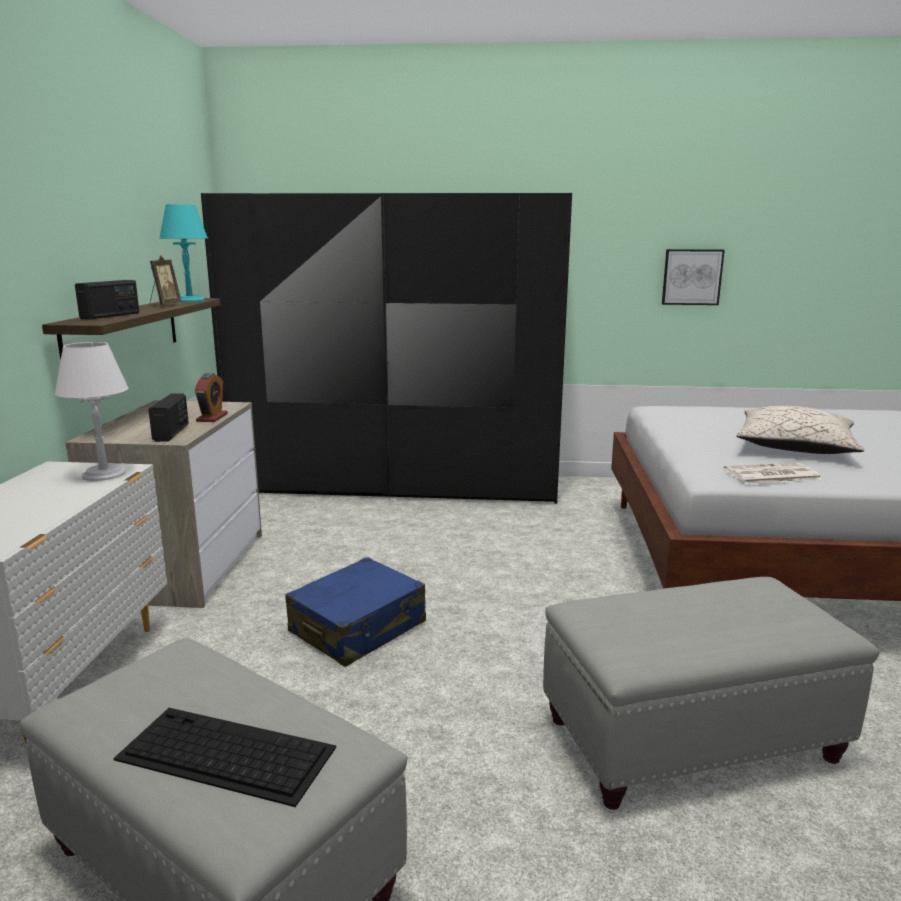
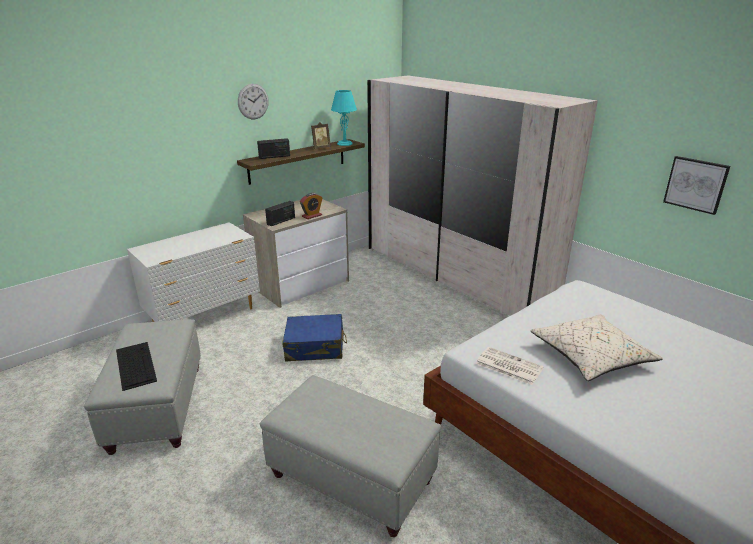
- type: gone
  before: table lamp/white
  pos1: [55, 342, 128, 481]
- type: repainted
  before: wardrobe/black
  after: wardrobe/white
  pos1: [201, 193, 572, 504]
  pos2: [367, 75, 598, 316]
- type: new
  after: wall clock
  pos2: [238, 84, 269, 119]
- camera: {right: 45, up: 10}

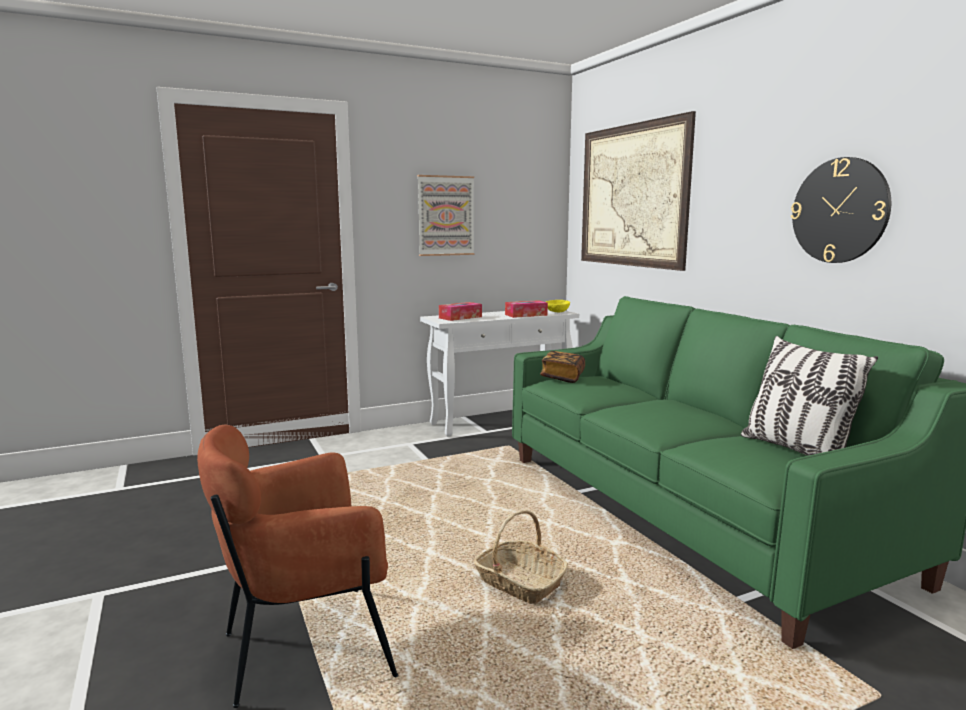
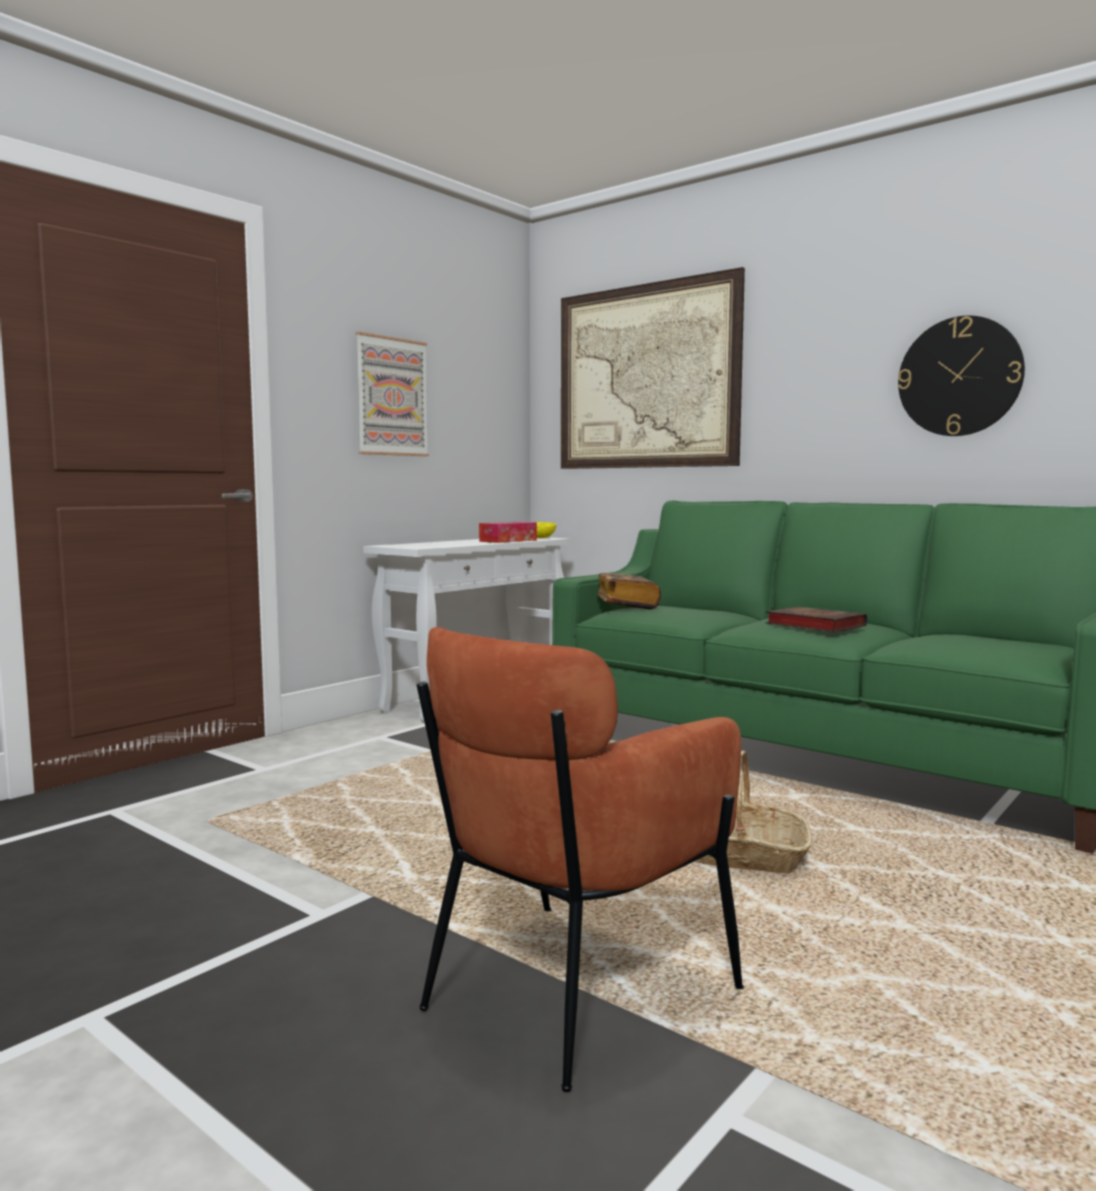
- type: gone
  before: tissue box
  pos1: [439, 302, 482, 321]
- type: gone
  before: pillow
  pos1: [741, 336, 878, 456]
- type: new
  after: book
  pos2: [766, 607, 867, 632]
- camera: {right: -25, up: -5}

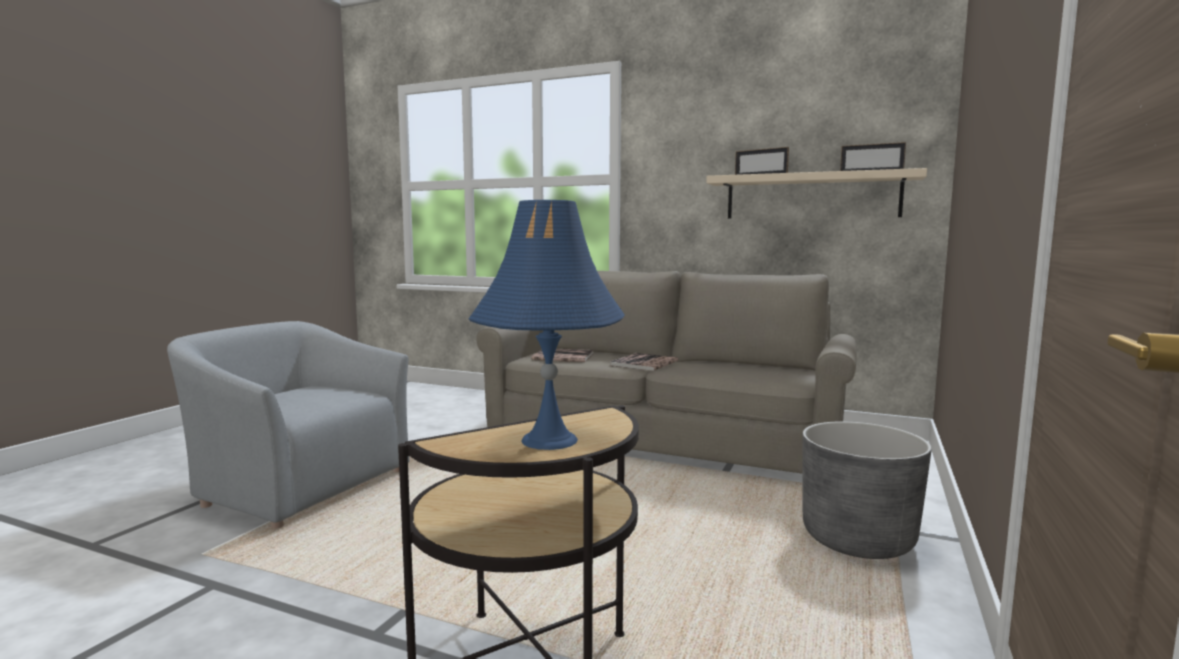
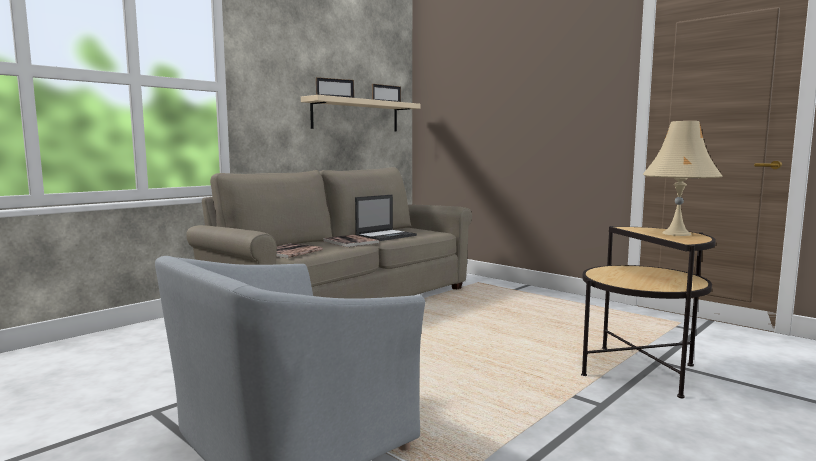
- type: repainted
  before: table lamp/blue
  after: table lamp/beige
  pos1: [469, 200, 625, 450]
  pos2: [643, 121, 722, 236]
- type: gone
  before: planter/grey
  pos1: [802, 421, 932, 559]
- type: new
  after: laptop
  pos2: [355, 195, 417, 241]
- camera: {right: -70, up: 0}

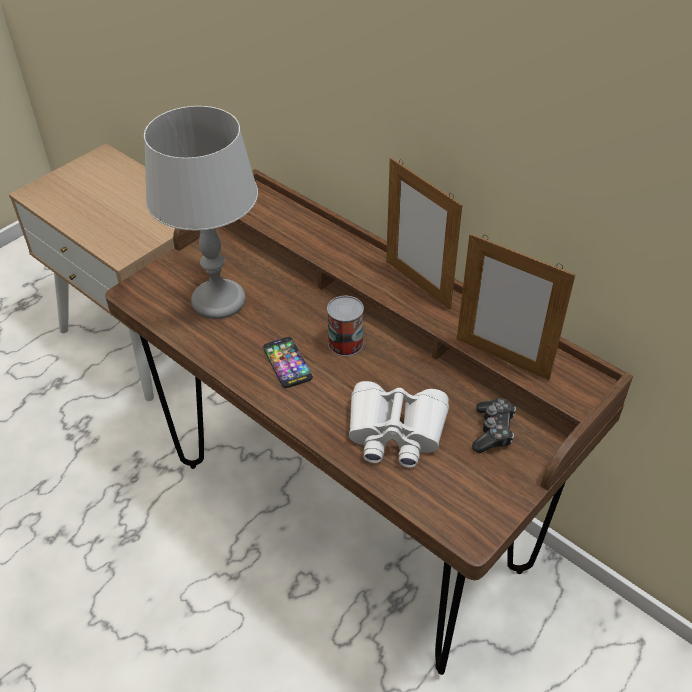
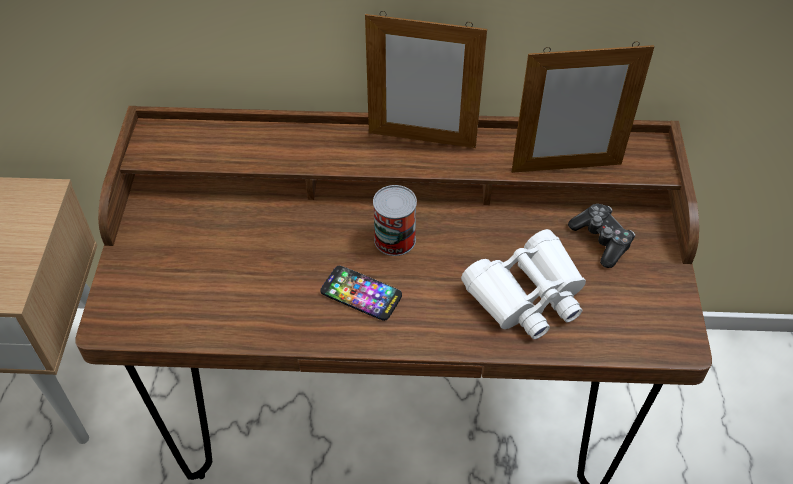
- type: gone
  before: table lamp/grey
  pos1: [144, 106, 258, 319]
- camera: {right: -40, up: 5}

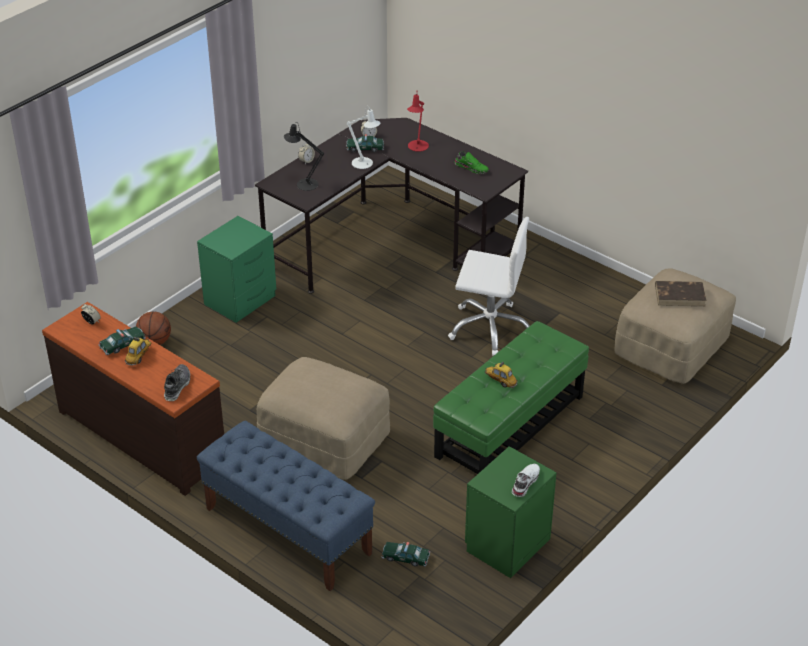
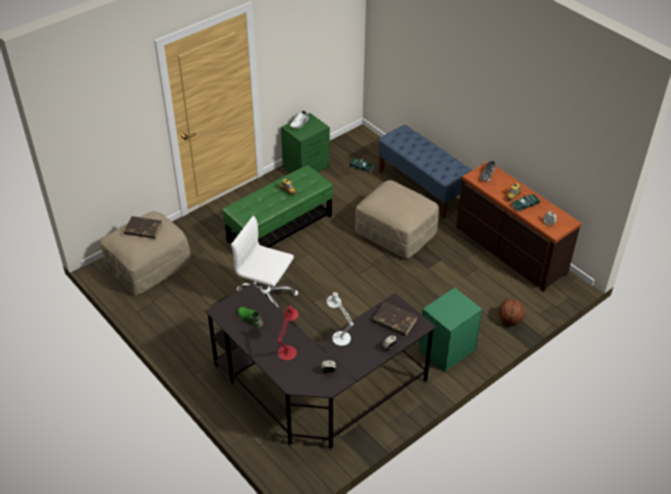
- type: swapped
  before: table lamp/black
  after: book/brown
  pos1: [284, 122, 324, 191]
  pos2: [372, 302, 417, 336]
- type: gone
  before: toy car
  pos1: [346, 134, 384, 152]
- camera: {right: -170, up: 5}

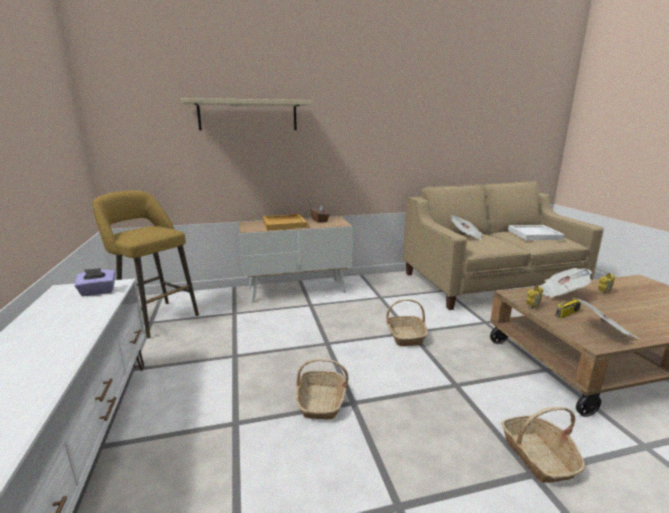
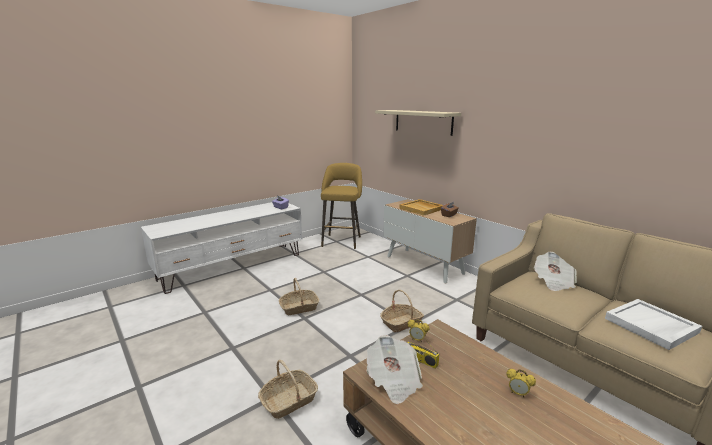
- type: gone
  before: newspaper
  pos1: [533, 268, 593, 298]
- camera: {right: 65, up: 0}

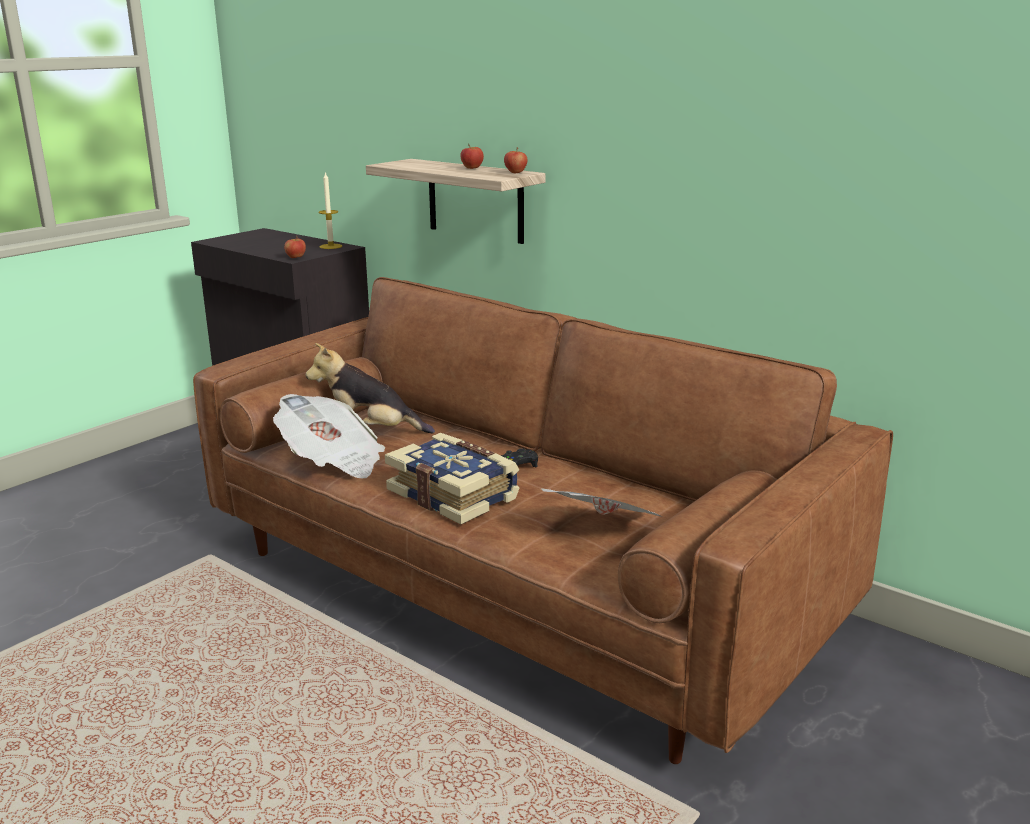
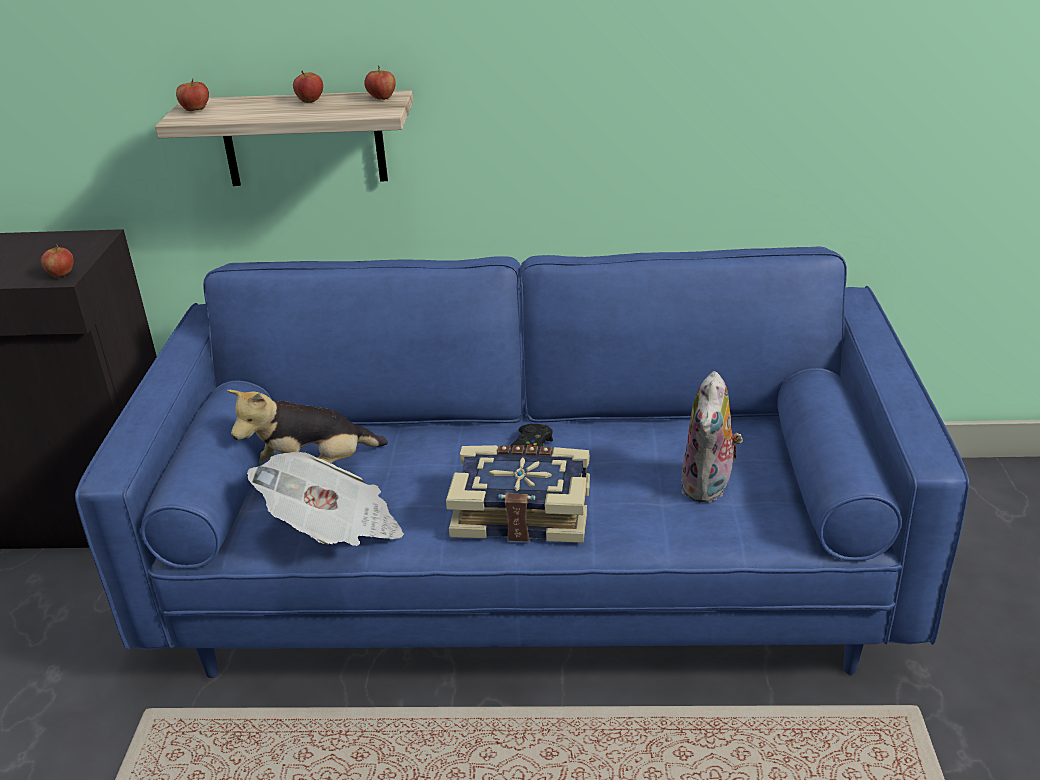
- type: repainted
  before: sofa/brown
  after: sofa/blue
  pos1: [193, 277, 893, 764]
  pos2: [75, 247, 969, 678]
- type: gone
  before: candle
  pos1: [319, 172, 342, 249]
- type: swapped
  before: newspaper
  after: plush toy
  pos1: [541, 488, 663, 517]
  pos2: [681, 371, 743, 503]
- type: new
  after: apple
  pos2: [176, 78, 209, 111]
- camera: {right: -35, up: 10}

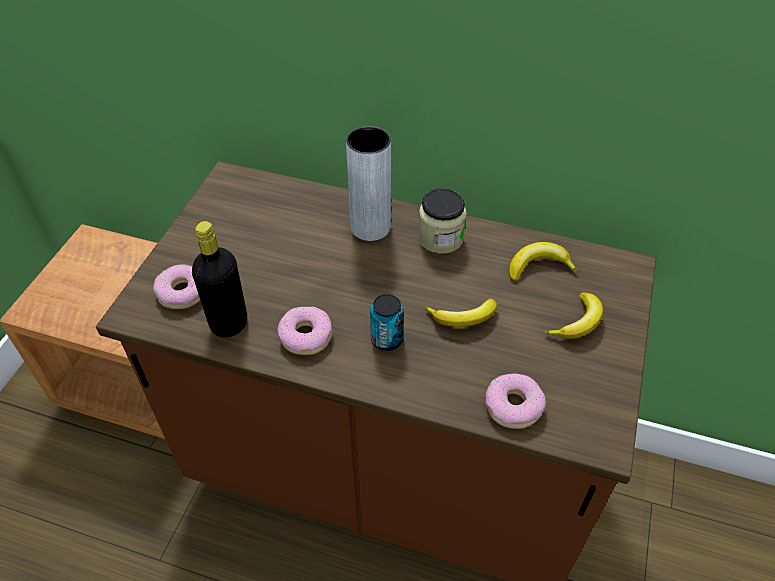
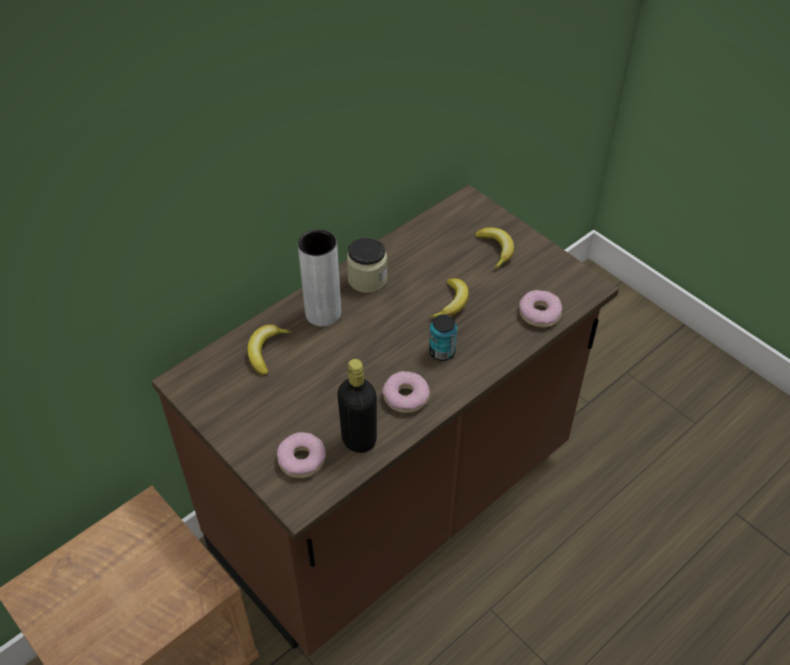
- type: shifted
  before: banana
  pos1: [509, 242, 578, 282]
  pos2: [247, 324, 292, 376]
- camera: {right: -60, up: 0}

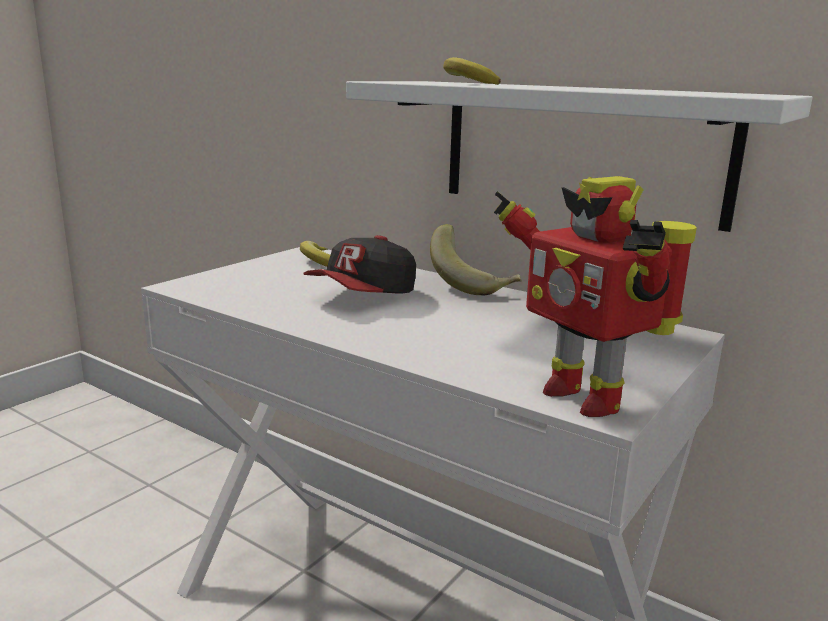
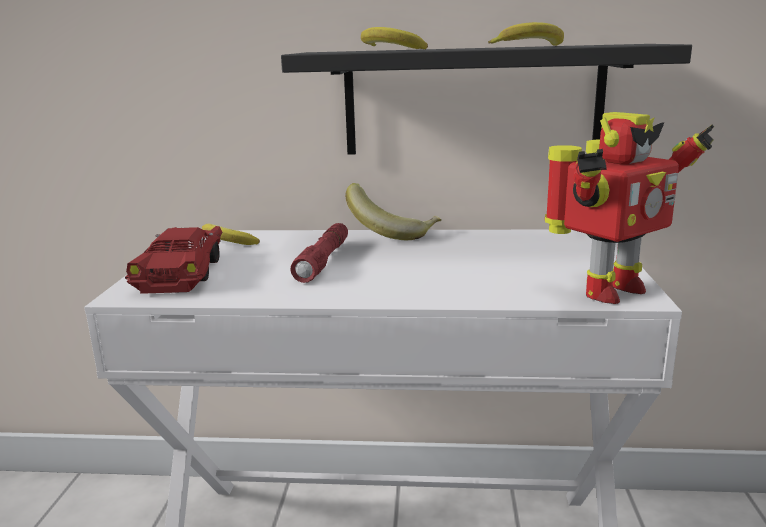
- type: swapped
  before: cap
  after: flashlight/red
  pos1: [303, 235, 416, 294]
  pos2: [290, 223, 348, 283]
- type: repainted
  before: shelf/white
  after: shelf/black
  pos1: [346, 81, 812, 232]
  pos2: [281, 44, 692, 155]
- type: rotated
  before: toy robot
  pos1: [494, 176, 697, 417]
  pos2: [545, 112, 714, 304]
  turn: -60
- type: new
  after: toy car/red
  pos2: [125, 226, 222, 294]
- type: new
  after: banana
  pos2: [488, 22, 564, 46]
- camera: {right: -30, up: 0}

